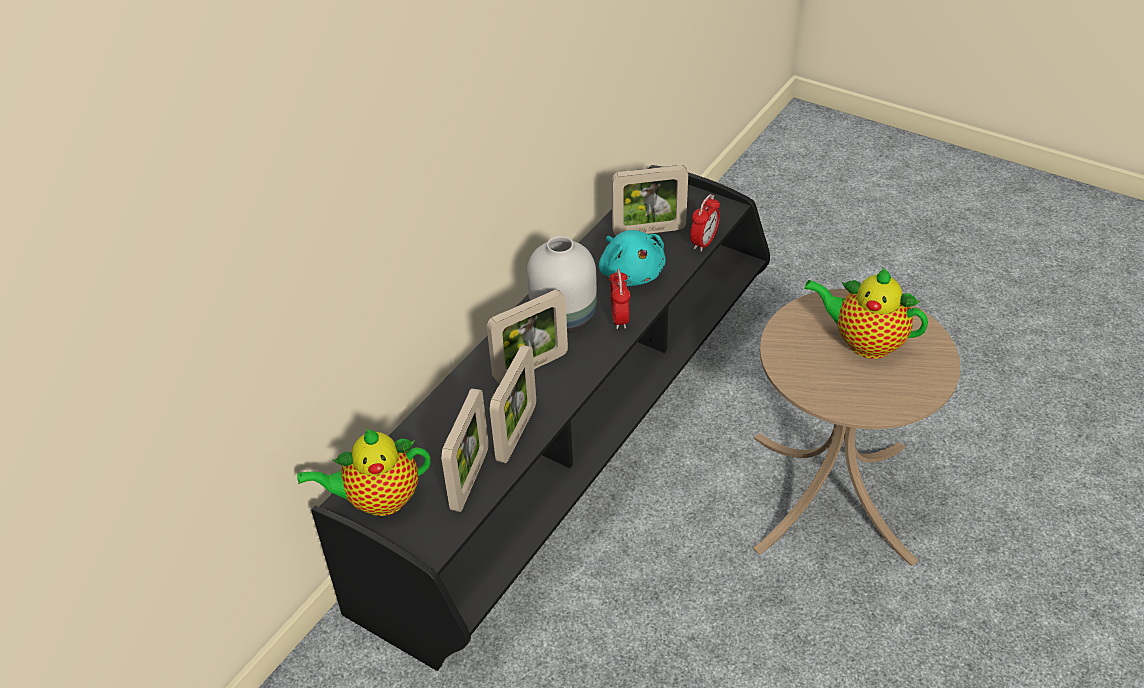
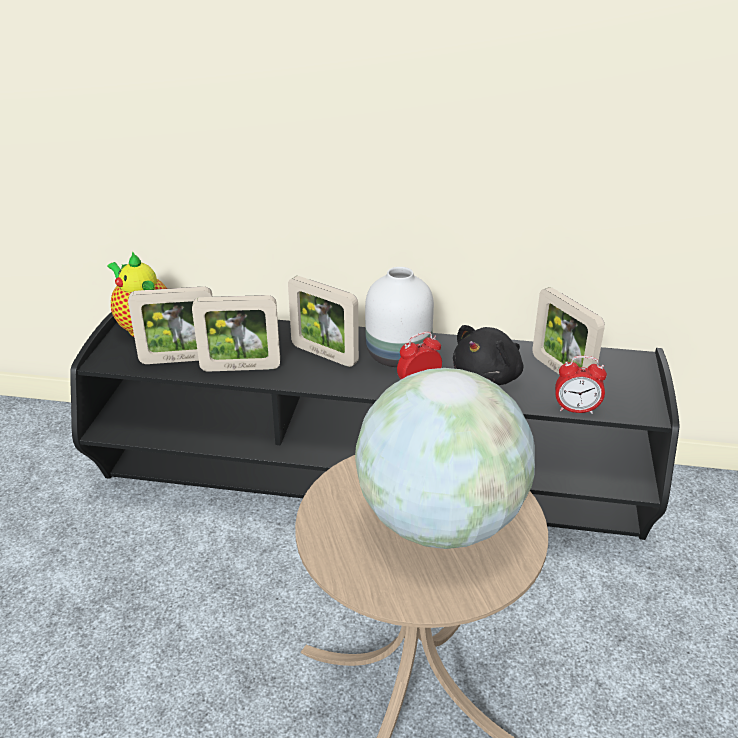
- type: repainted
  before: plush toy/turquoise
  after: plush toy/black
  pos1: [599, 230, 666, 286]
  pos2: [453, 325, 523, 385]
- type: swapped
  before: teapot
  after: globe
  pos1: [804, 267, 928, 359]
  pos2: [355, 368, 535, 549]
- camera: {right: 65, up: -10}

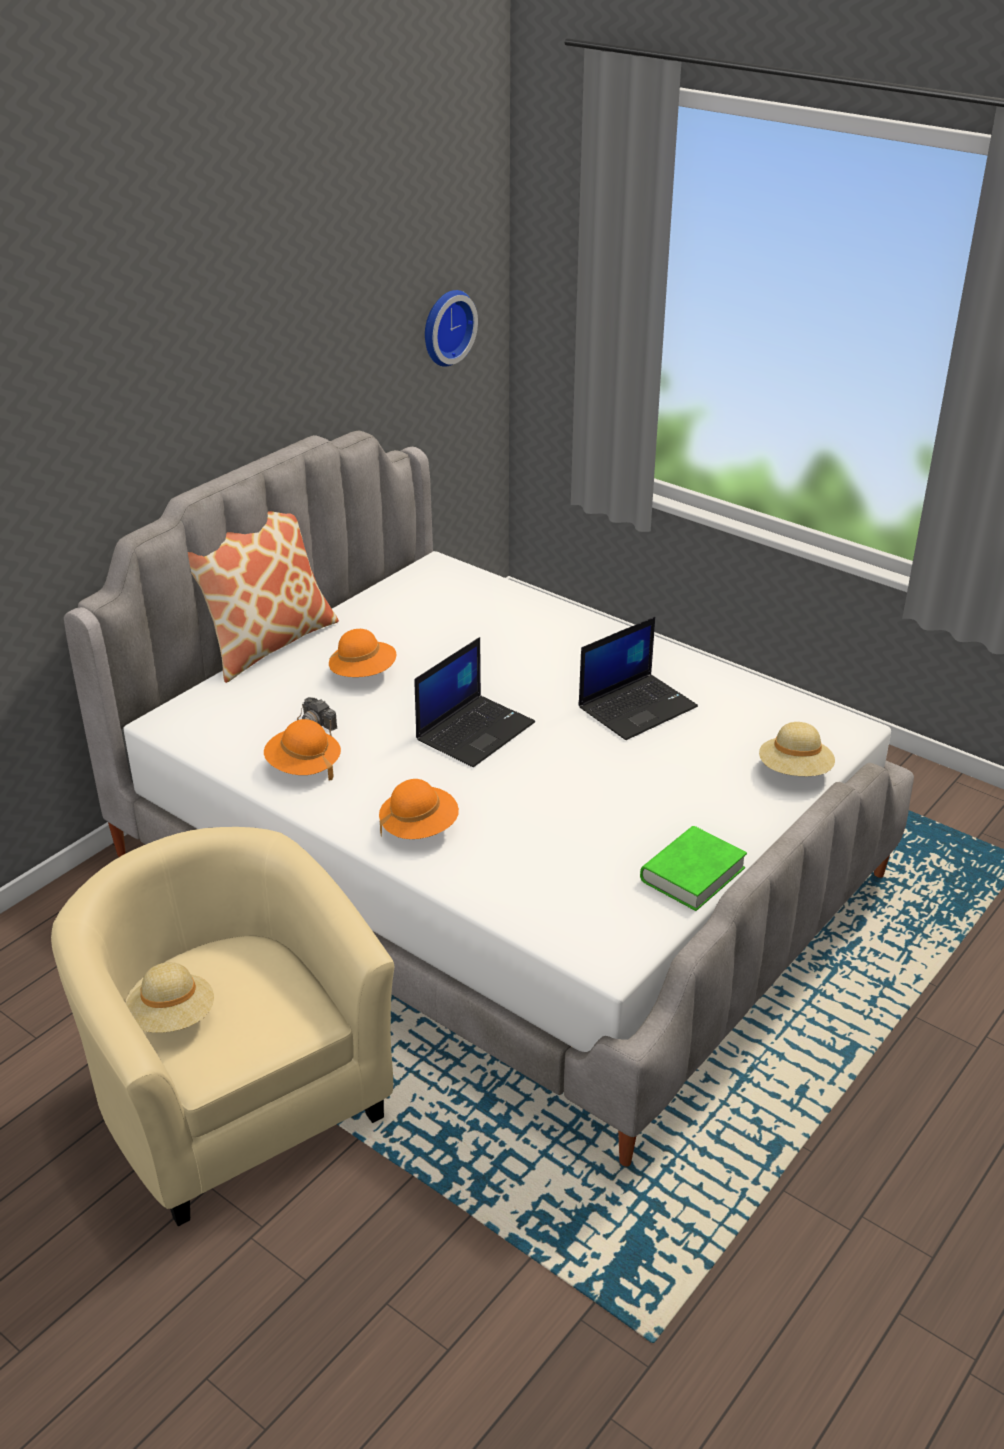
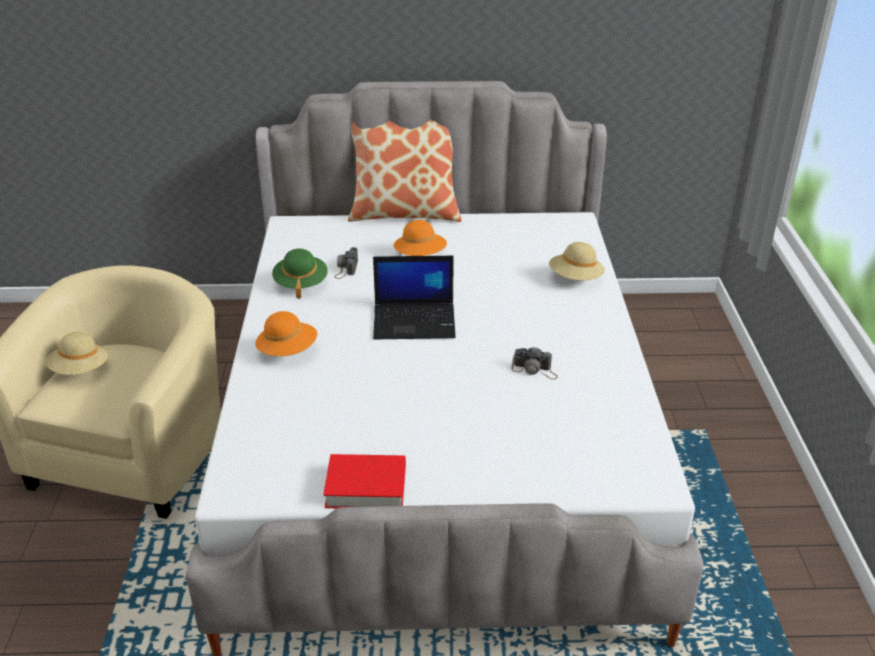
- type: repainted
  before: hat/orange
  after: hat/green
  pos1: [264, 719, 341, 780]
  pos2: [272, 249, 328, 299]
- type: gone
  before: wall clock
  pos1: [425, 290, 478, 367]
- type: swapped
  before: laptop
  after: photo camera
  pos1: [578, 617, 698, 740]
  pos2: [512, 347, 558, 380]
- type: repainted
  before: book/green
  after: book/red
  pos1: [640, 826, 747, 911]
  pos2: [323, 454, 406, 508]
- type: shifted
  before: hat/beige
  pos1: [759, 722, 835, 776]
  pos2: [549, 242, 605, 280]
- camera: {right: 50, up: 0}

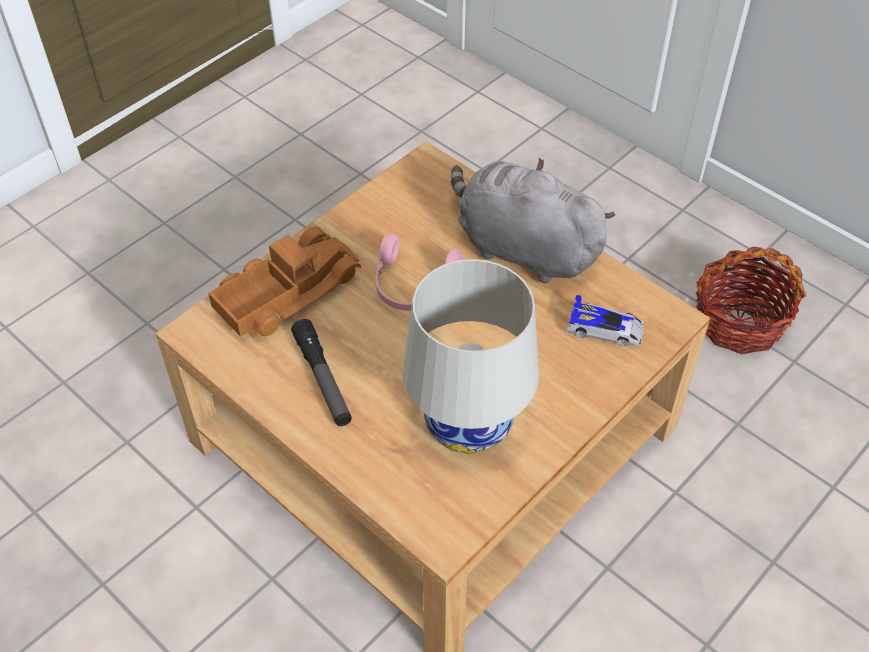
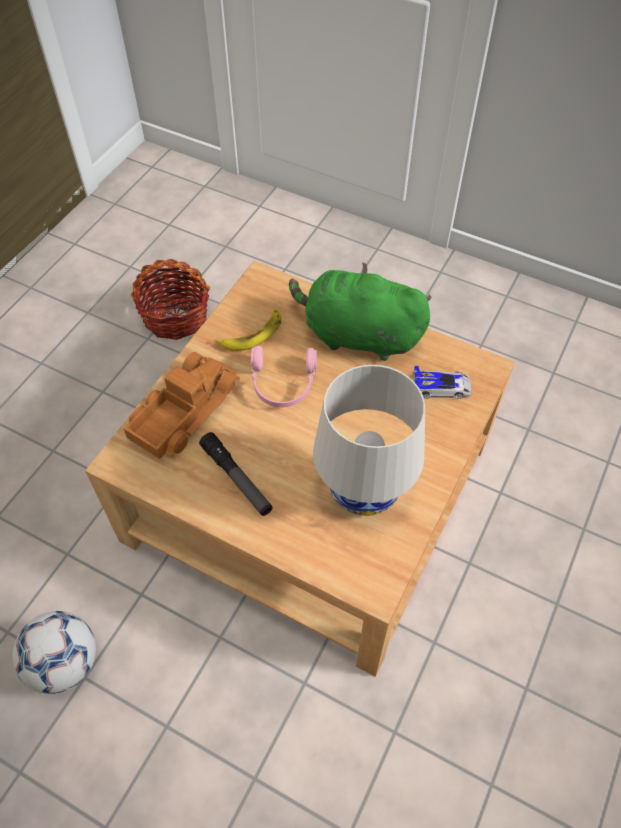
- type: repainted
  before: plush toy/grey
  after: plush toy/green
  pos1: [451, 157, 615, 283]
  pos2: [289, 262, 432, 361]
- type: shifted
  before: basket
  pos1: [696, 247, 806, 355]
  pos2: [131, 259, 210, 340]
- type: new
  after: football
  pos2: [12, 611, 96, 694]
- type: new
  after: banana
  pos2: [214, 309, 282, 351]
- camera: {right: -15, up: 5}

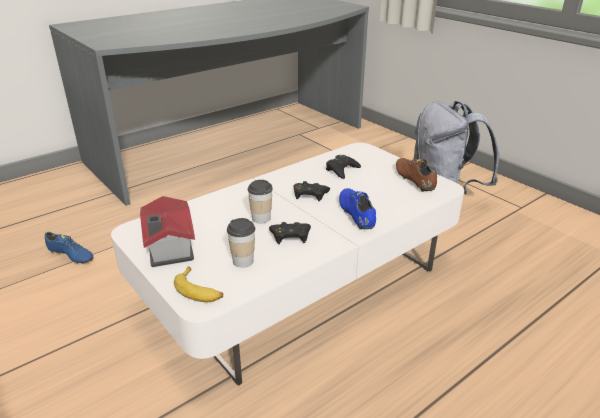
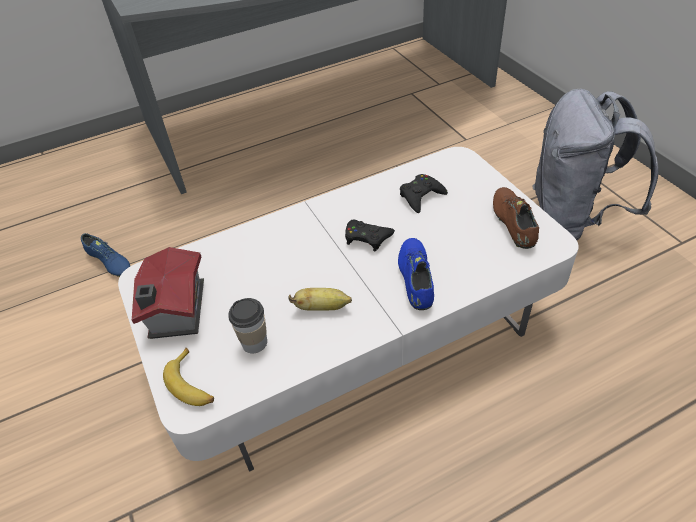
- type: gone
  before: cup
  pos1: [248, 180, 273, 224]
- type: swapped
  before: game controller/black
  after: banana
  pos1: [269, 222, 311, 244]
  pos2: [289, 288, 352, 310]
- camera: {right: 15, up: 15}

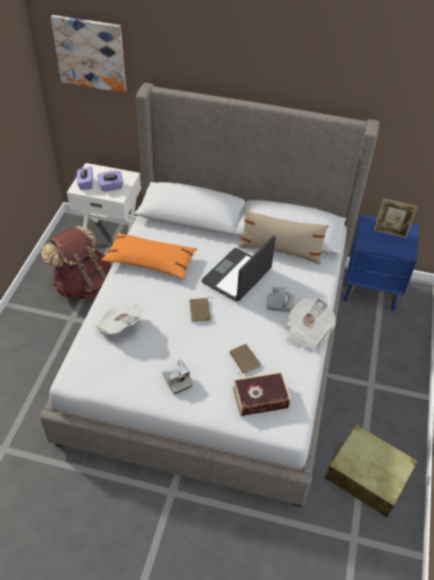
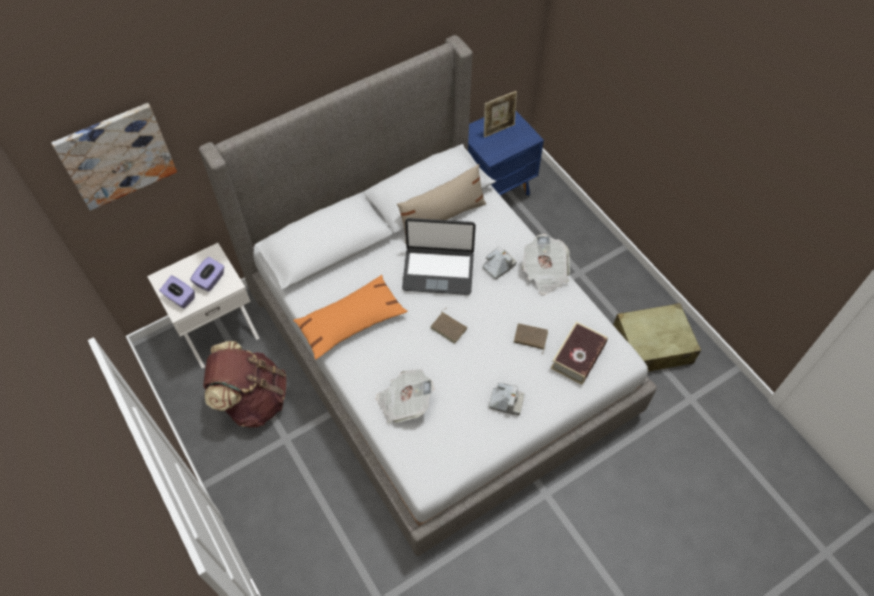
- type: rotated
  before: laptop
  pos1: [202, 235, 276, 301]
  pos2: [402, 218, 476, 295]
  turn: -75
- camera: {right: -45, up: 10}

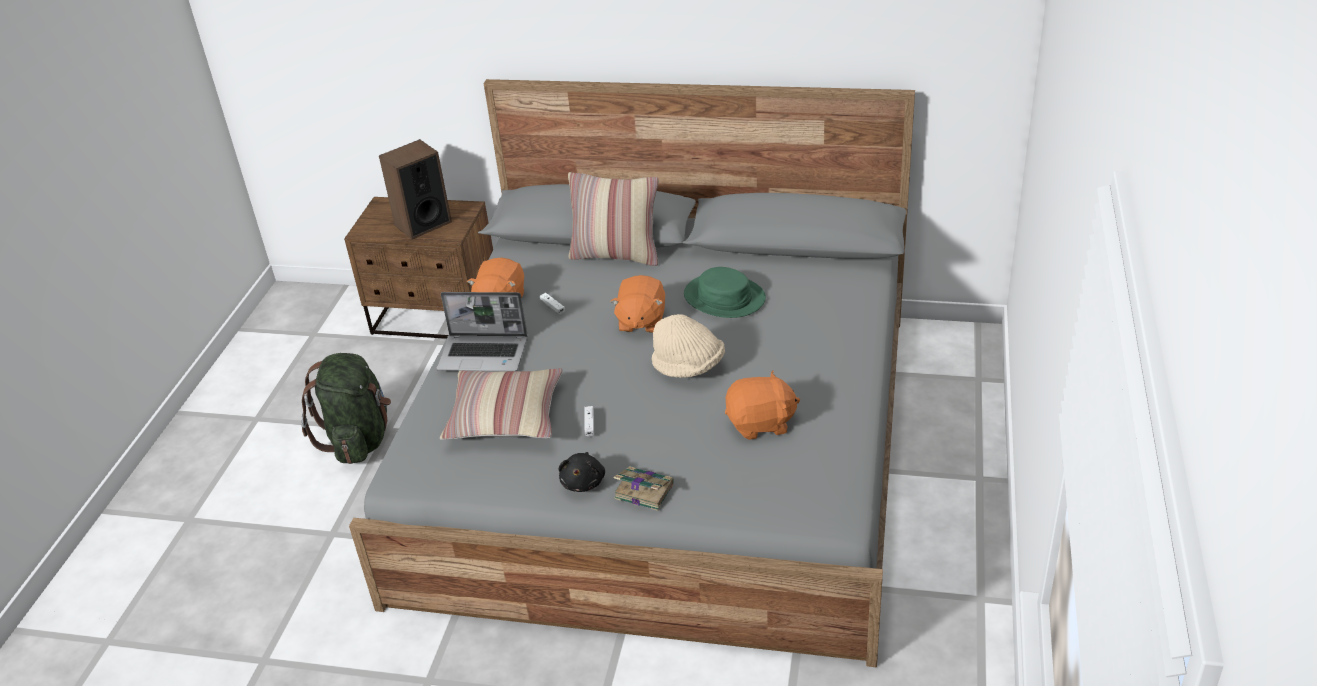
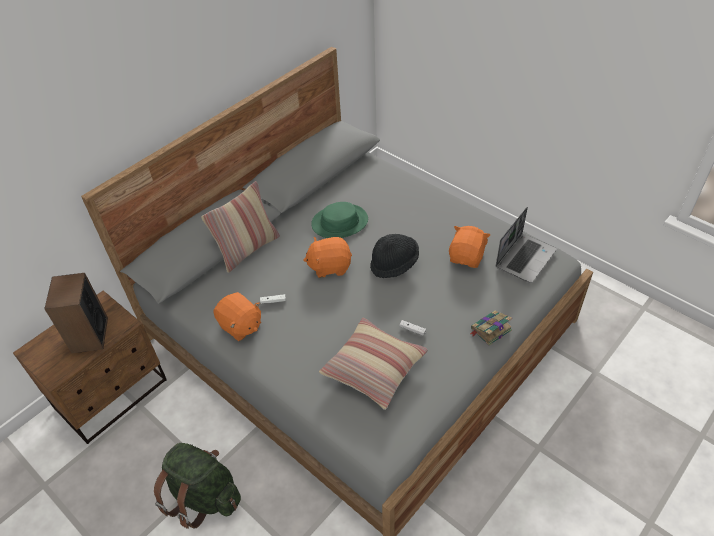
- type: shifted
  before: laptop
  pos1: [437, 292, 528, 371]
  pos2: [496, 207, 557, 283]
- type: gone
  before: plush toy/black
  pos1: [559, 452, 605, 492]
- type: rotated
  before: plush toy/orange
  pos1: [610, 275, 665, 333]
  pos2: [304, 237, 352, 278]
  turn: 135
- type: repainted
  before: hat/beige
  after: hat/black
  pos1: [651, 314, 725, 378]
  pos2: [370, 234, 419, 278]
- camera: {right: -60, up: 10}

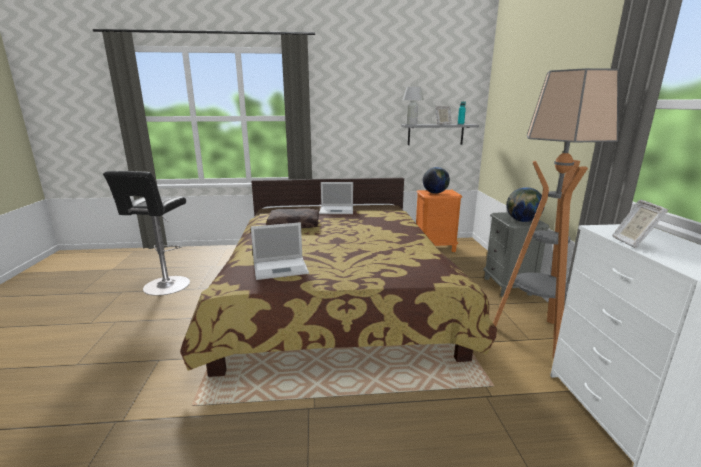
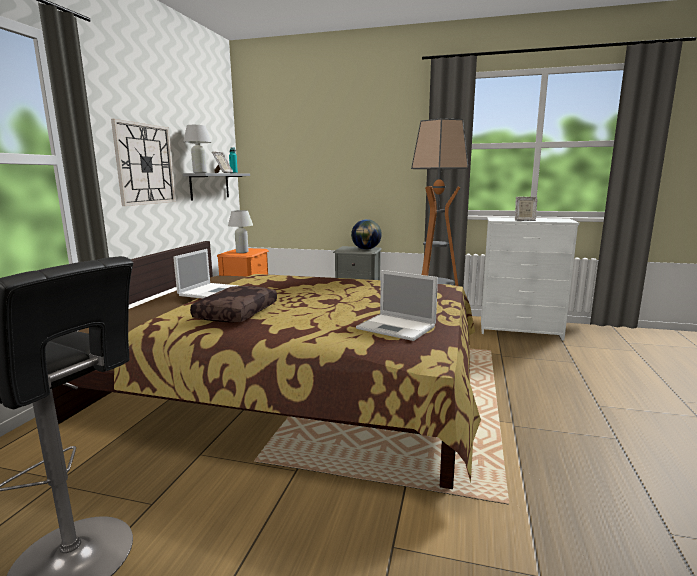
- type: rotated
  before: laptop
  pos1: [251, 222, 309, 280]
  pos2: [356, 270, 438, 341]
  turn: 120
- type: swapped
  before: globe
  after: table lamp/white
  pos1: [423, 167, 450, 194]
  pos2: [228, 210, 253, 253]
- type: new
  after: wall clock
  pos2: [111, 119, 176, 206]
- camera: {right: -70, up: -5}

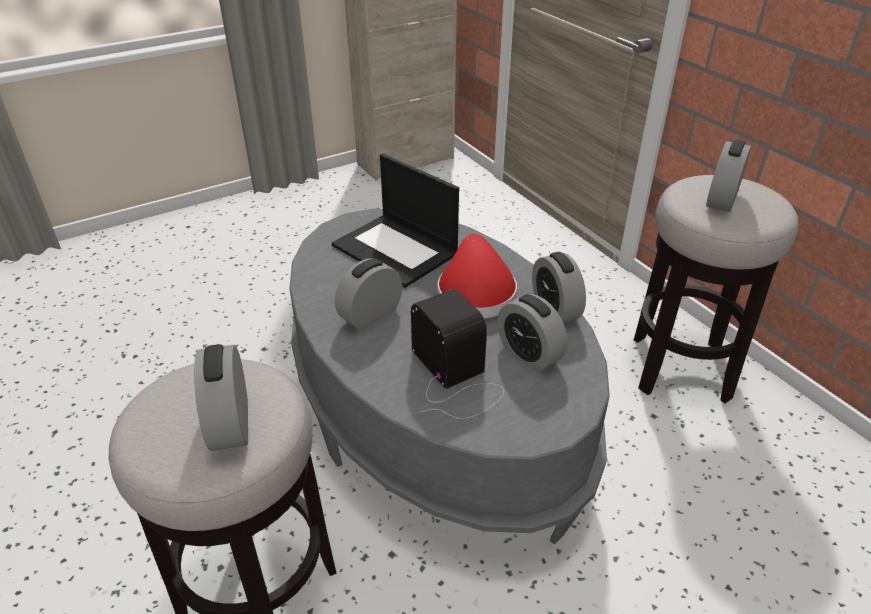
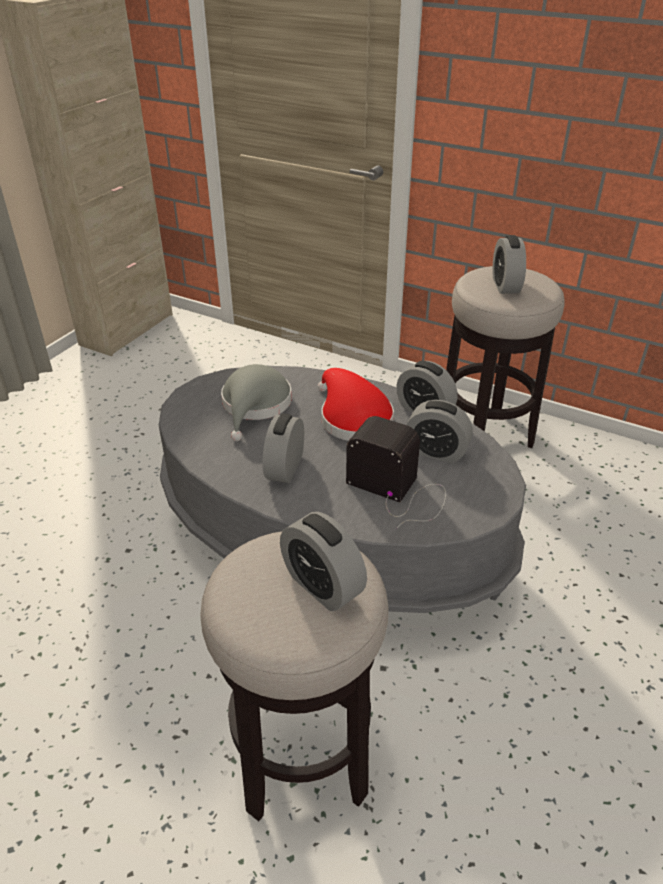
- type: swapped
  before: laptop
  after: hat/grey
  pos1: [332, 154, 459, 288]
  pos2: [221, 364, 292, 441]
- camera: {right: -30, up: 0}

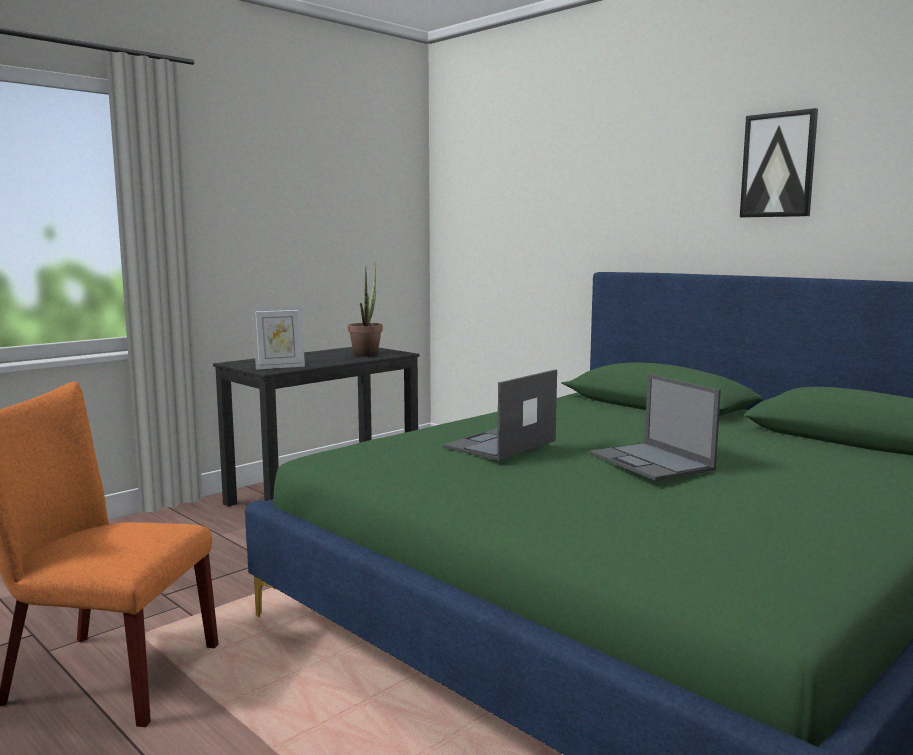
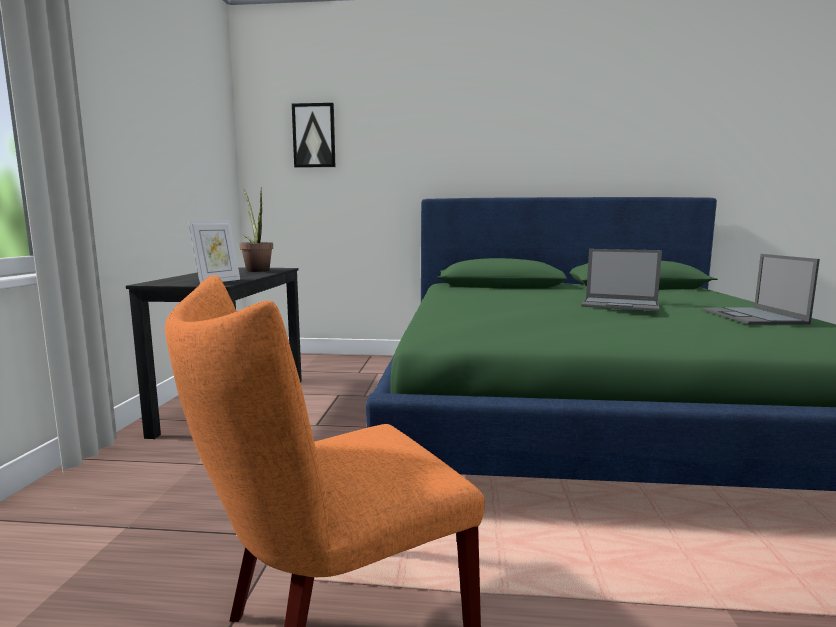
- type: shifted
  before: laptop
  pos1: [443, 369, 557, 461]
  pos2: [702, 254, 820, 325]
- type: shifted
  before: picture
  pos1: [740, 108, 818, 217]
  pos2: [292, 103, 335, 168]
- camera: {right: -40, up: 0}

